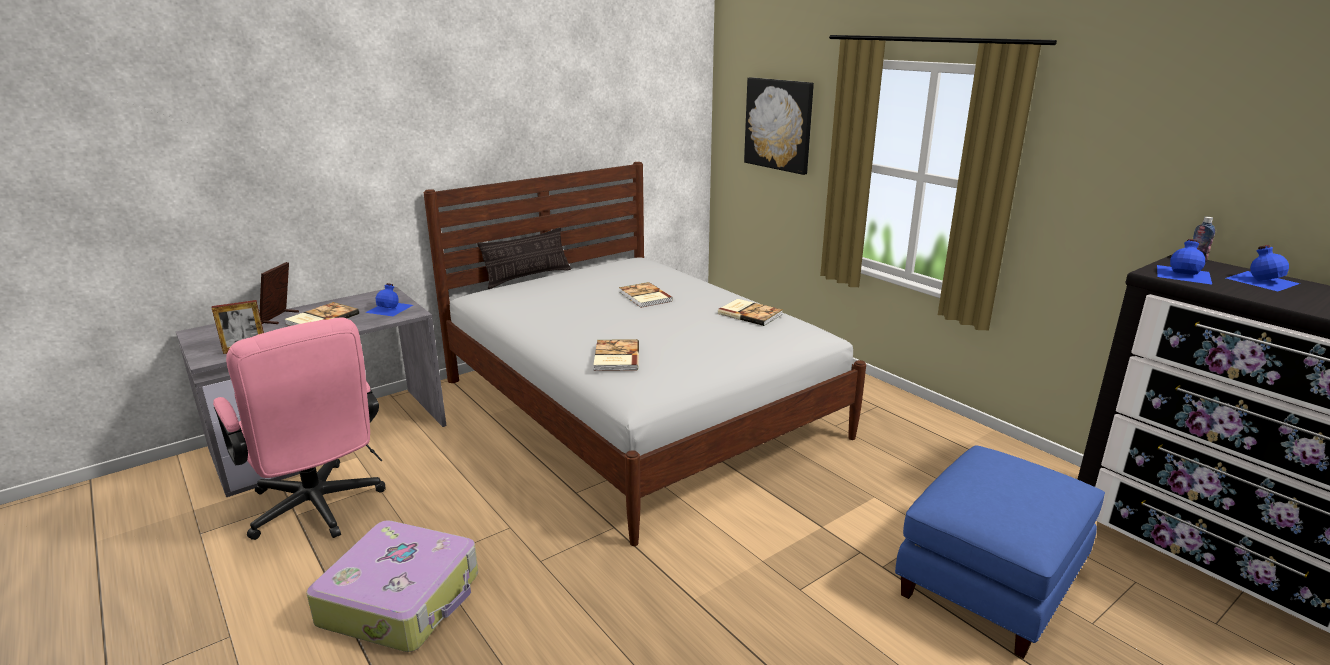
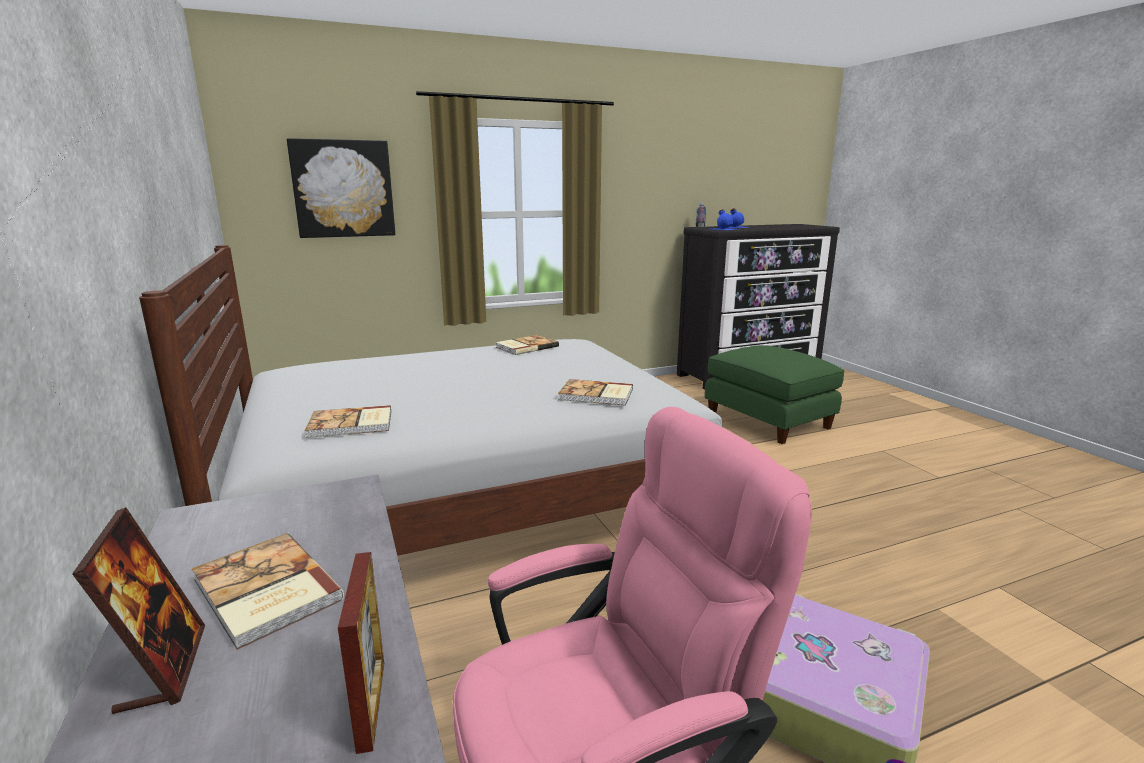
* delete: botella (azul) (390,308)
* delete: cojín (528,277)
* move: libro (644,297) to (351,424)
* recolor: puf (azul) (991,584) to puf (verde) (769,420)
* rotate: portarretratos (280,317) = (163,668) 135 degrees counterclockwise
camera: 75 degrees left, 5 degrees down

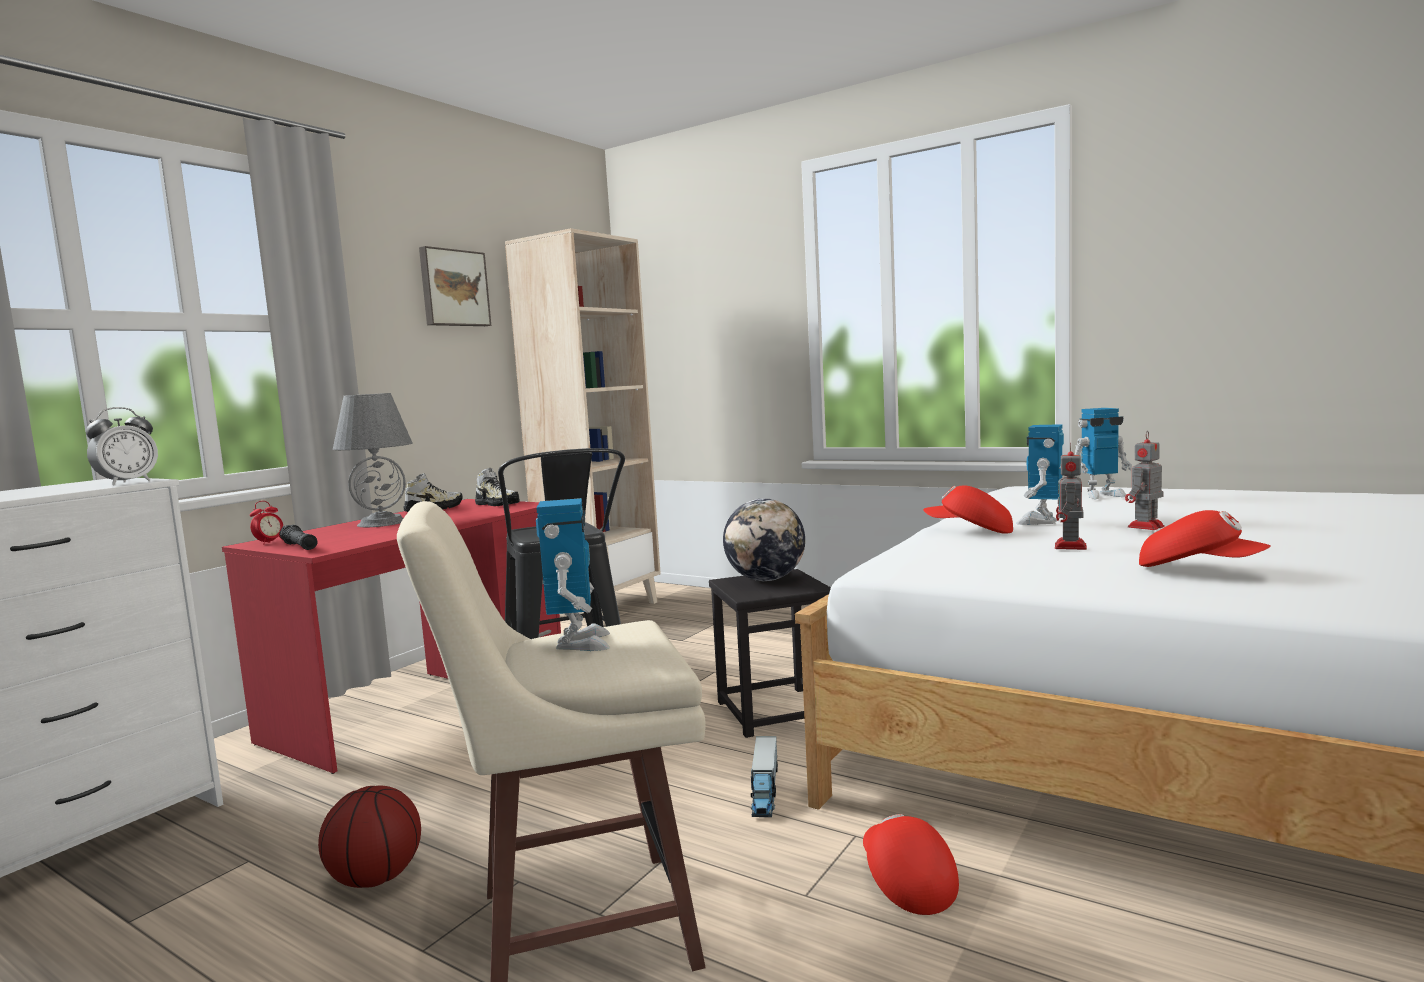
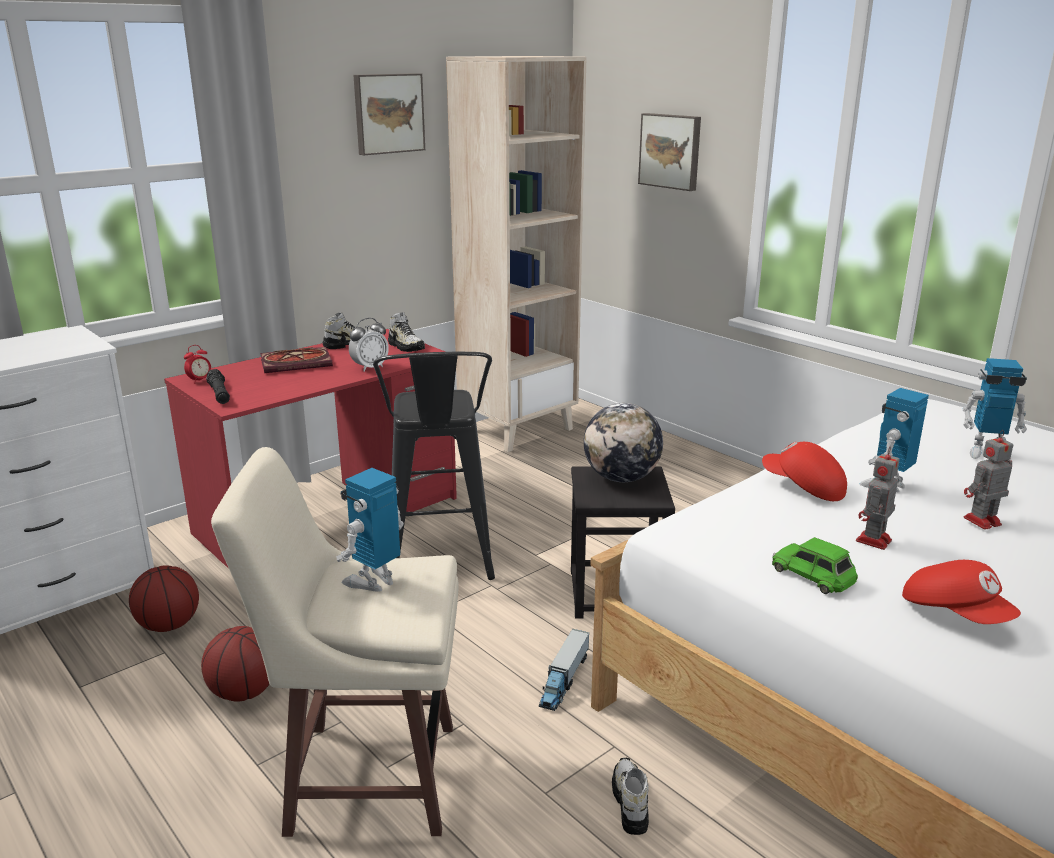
* insert: balón de baloncesto (169,625)
* insert: cuadro (671,151)
* insert: coche de juguete (verde) (814,575)
* move: despertador (127,482) to (370,367)
* replace: lámpara de mesa (gris) (382,522) to libro (298,363)
* replace: gorra (rojo) (906,882) to zapato (630,803)
* rotate: robot de juguete (579,643) = (374,581) 150 degrees counterclockwise
camera: 15 degrees right, 15 degrees up

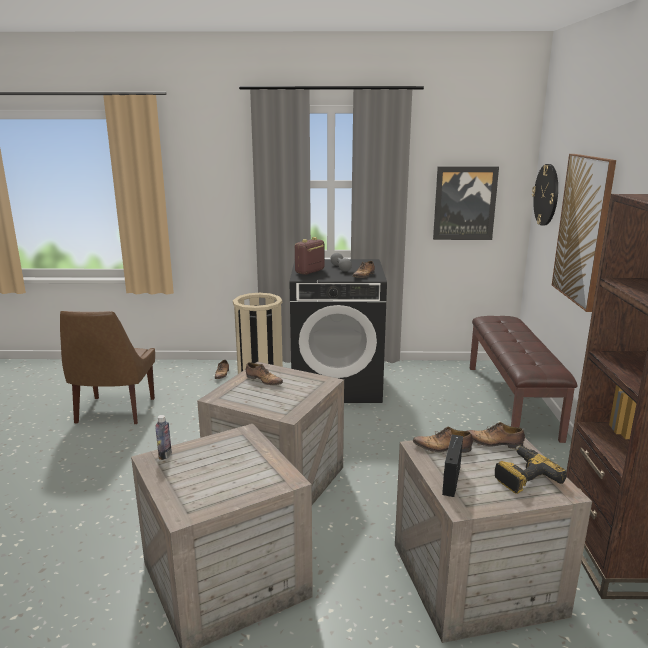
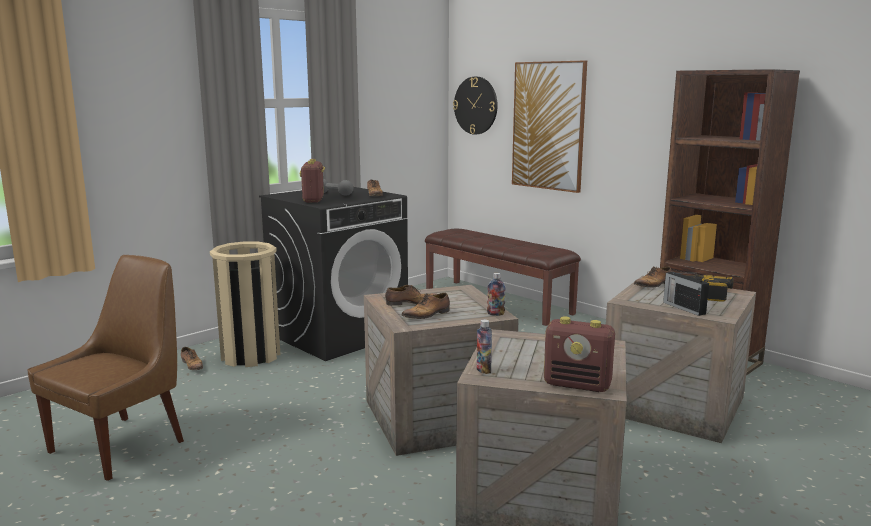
* delete: cuadro (464,203)
* insert: botella (495,314)
* insert: radio (578,385)
* move: zapato (443,448) to (427,315)
* rotate: silla (marrón) (114,412) = (122,445) 105 degrees counterclockwise
camera: 45 degrees left, 5 degrees down

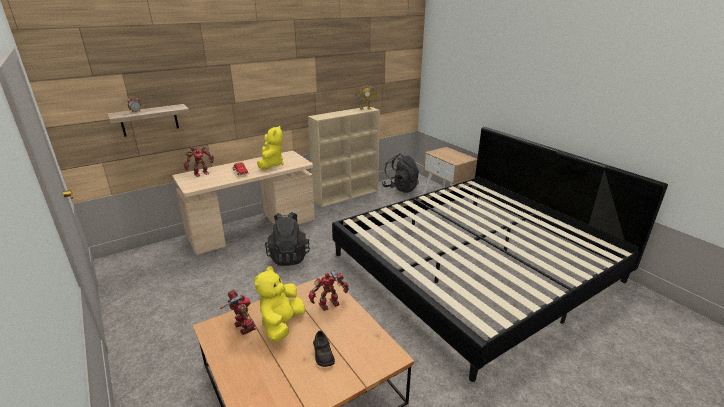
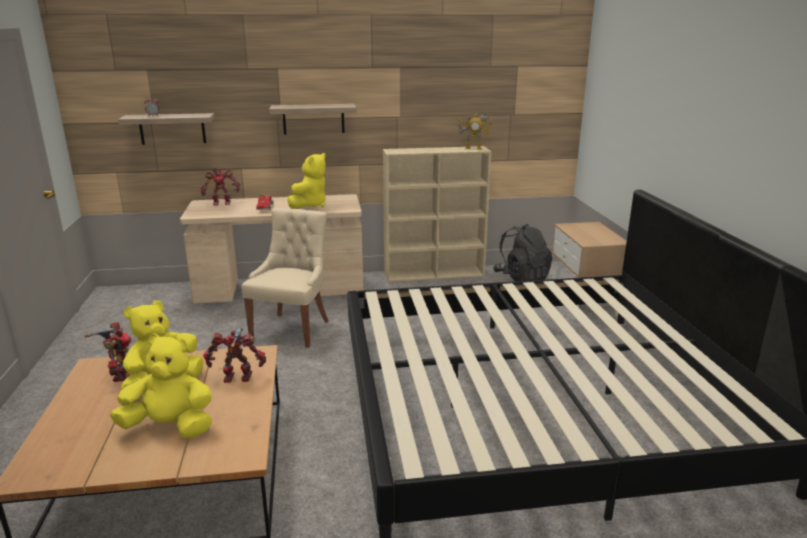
* insert: estante (313,119)
* replace: mochila (negro) (289,256) to silla (beis) (292,329)
* replace: zapato (negro) (323,354) to peluche (amarillo) (170,427)
camera: 25 degrees right, 5 degrees down

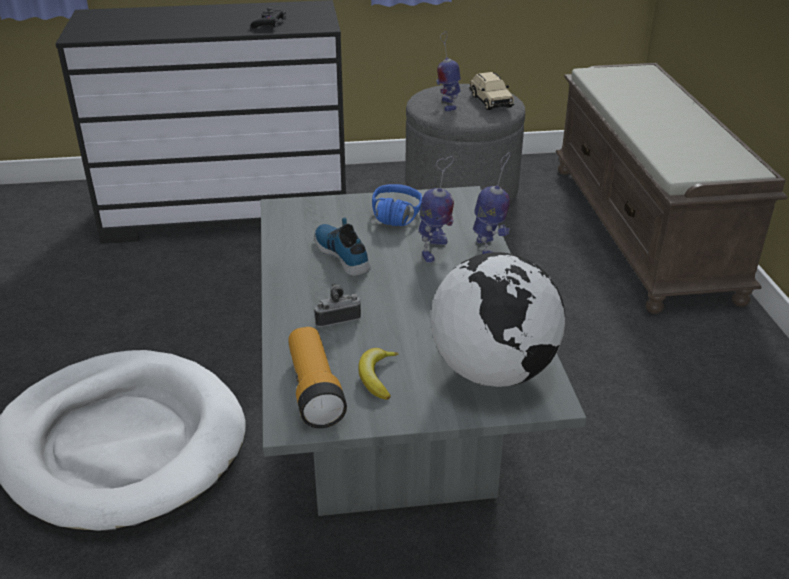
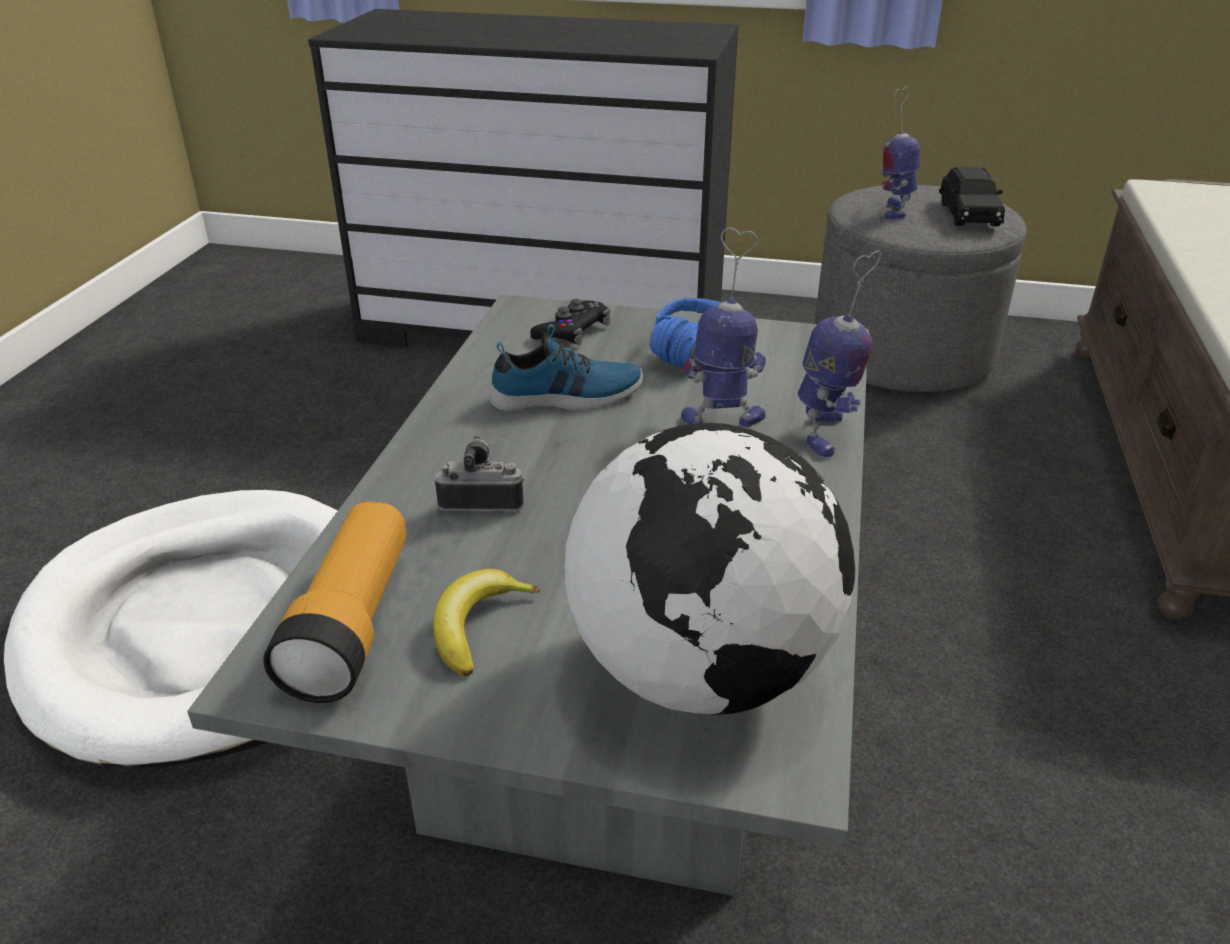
* move: mando de consola (negro) (269,24) to (572,331)
* recolor: coche de juguete (beis) (491,101) to coche de juguete (negro) (968,214)
* rotate: zapato (343,254) = (567,397) 90 degrees clockwise
* rotate: robot de juguete (434,251) = (724,420) 135 degrees counterclockwise
camera: 20 degrees right, 0 degrees up

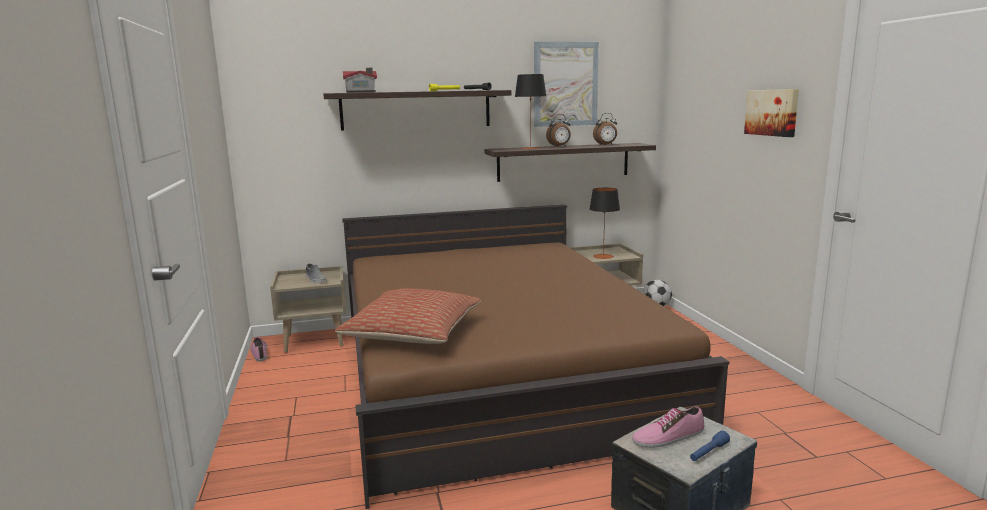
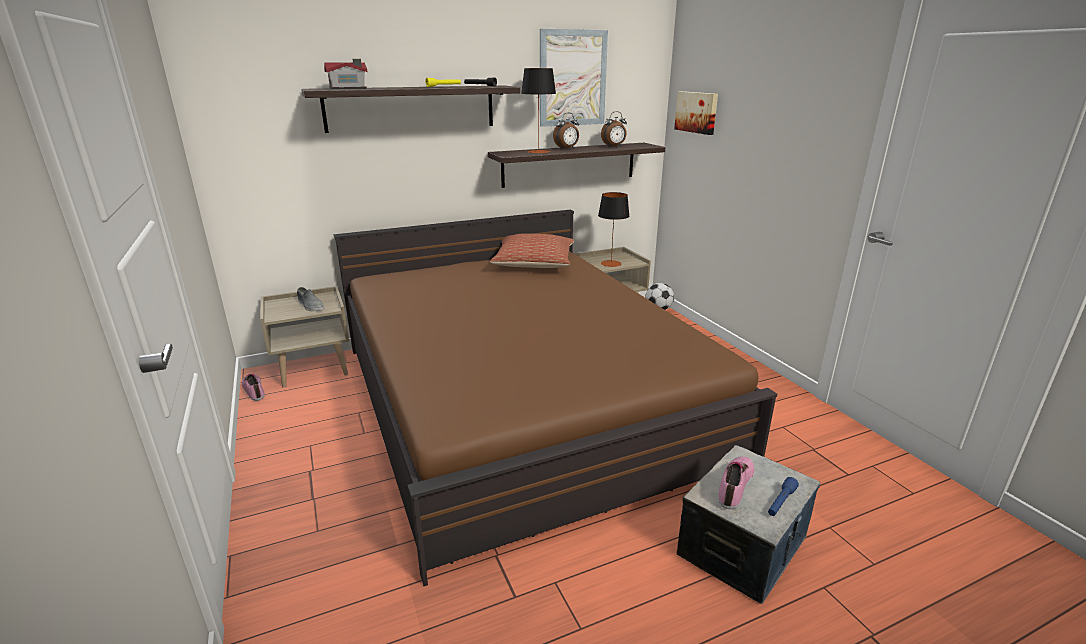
* move: cojín (412,333) to (533,263)
* move: cuadro (772,112) to (697,112)
* rotate: zapato (668,437) = (736,485) 150 degrees clockwise
camera: 10 degrees left, 10 degrees up

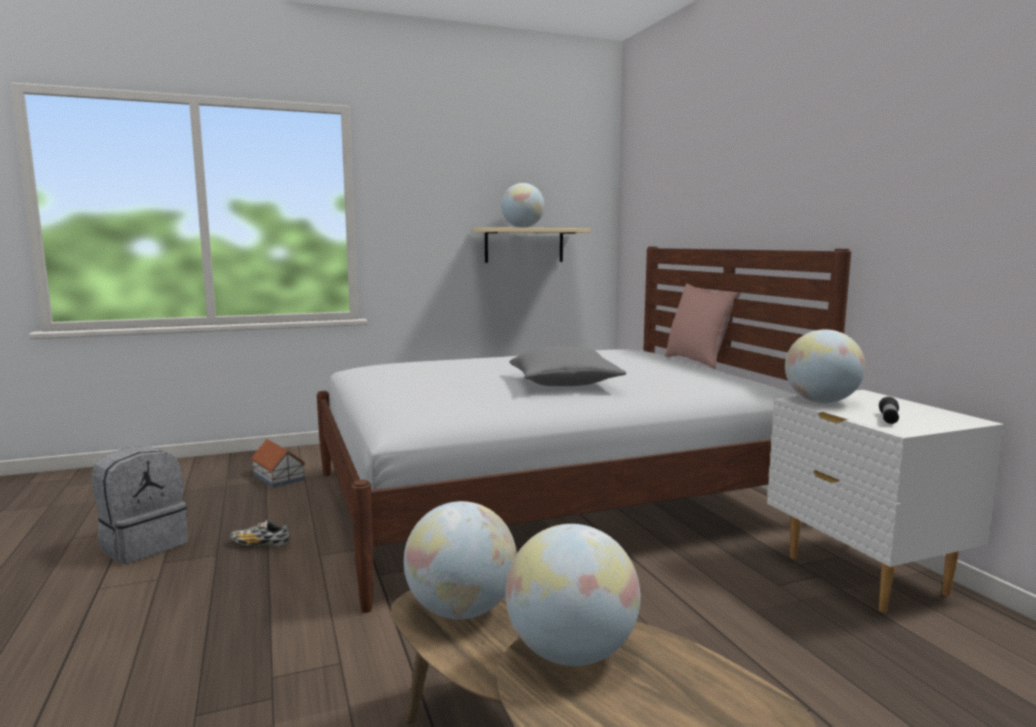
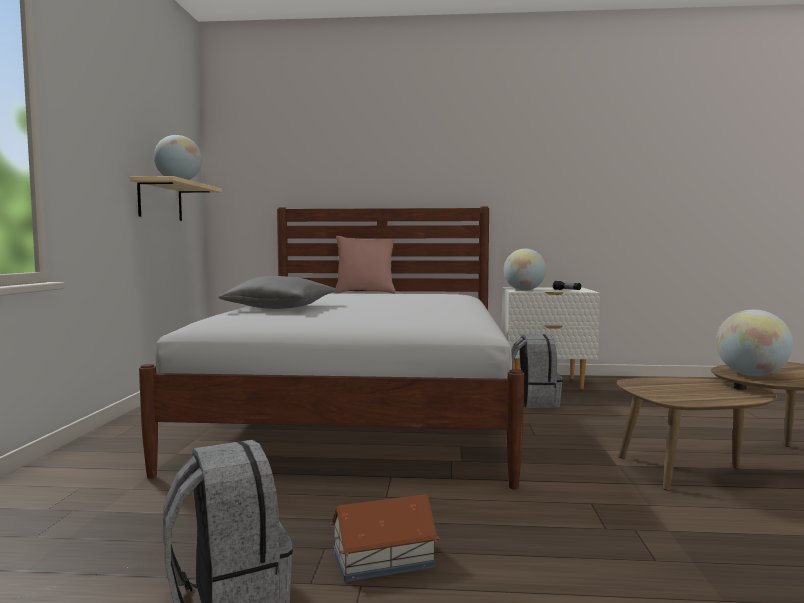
* delete: zapato (260,545)
* delete: globo terráqueo (461,611)
* insert: mochila (gris) (533,402)
* move: casita (279,476) to (382,558)
* move: cojín (gris) (564,383) to (281,308)
camera: 65 degrees left, 5 degrees down

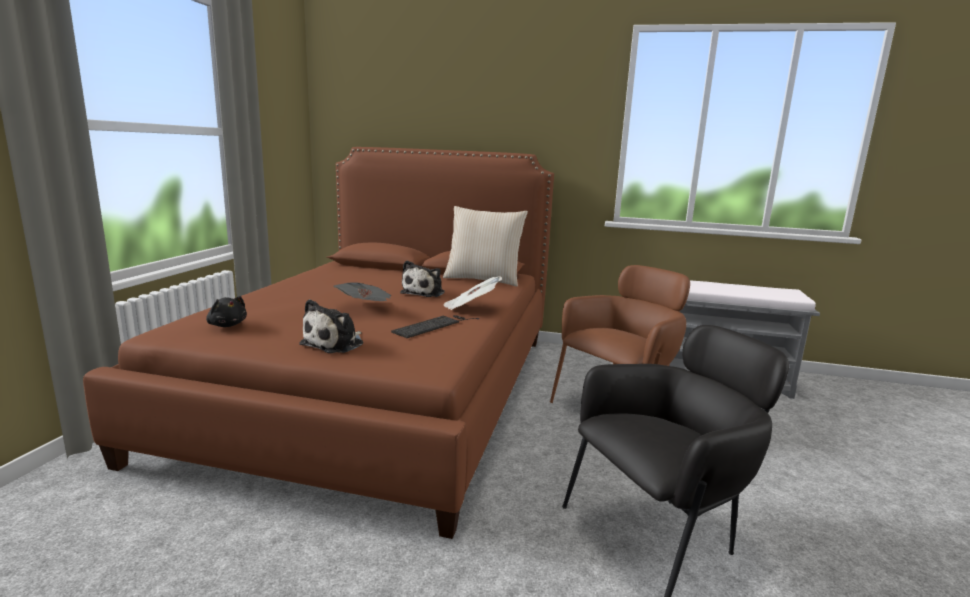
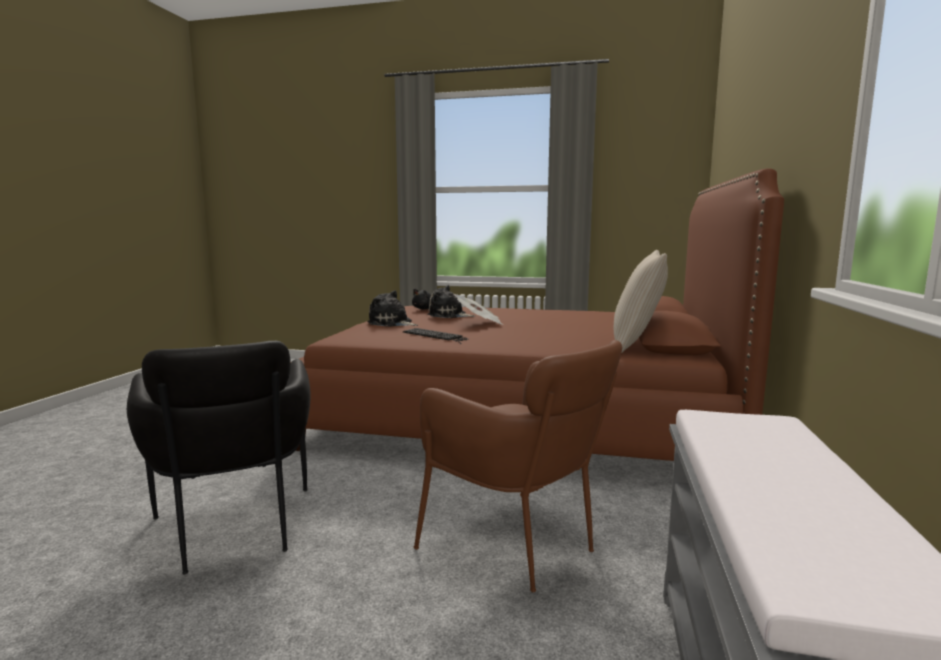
* delete: periódico (470,308)
* move: peluche (424,292) to (449,315)
camera: 90 degrees right, 5 degrees down

